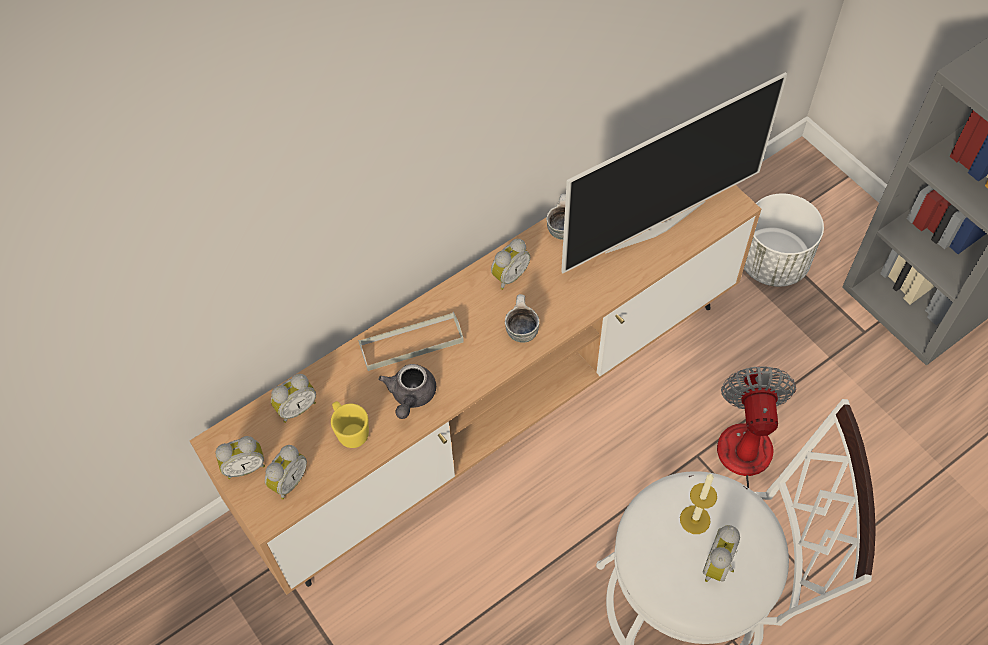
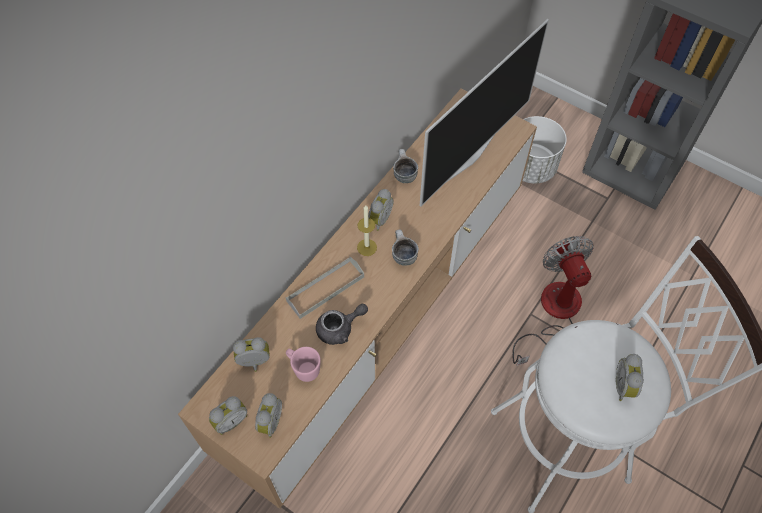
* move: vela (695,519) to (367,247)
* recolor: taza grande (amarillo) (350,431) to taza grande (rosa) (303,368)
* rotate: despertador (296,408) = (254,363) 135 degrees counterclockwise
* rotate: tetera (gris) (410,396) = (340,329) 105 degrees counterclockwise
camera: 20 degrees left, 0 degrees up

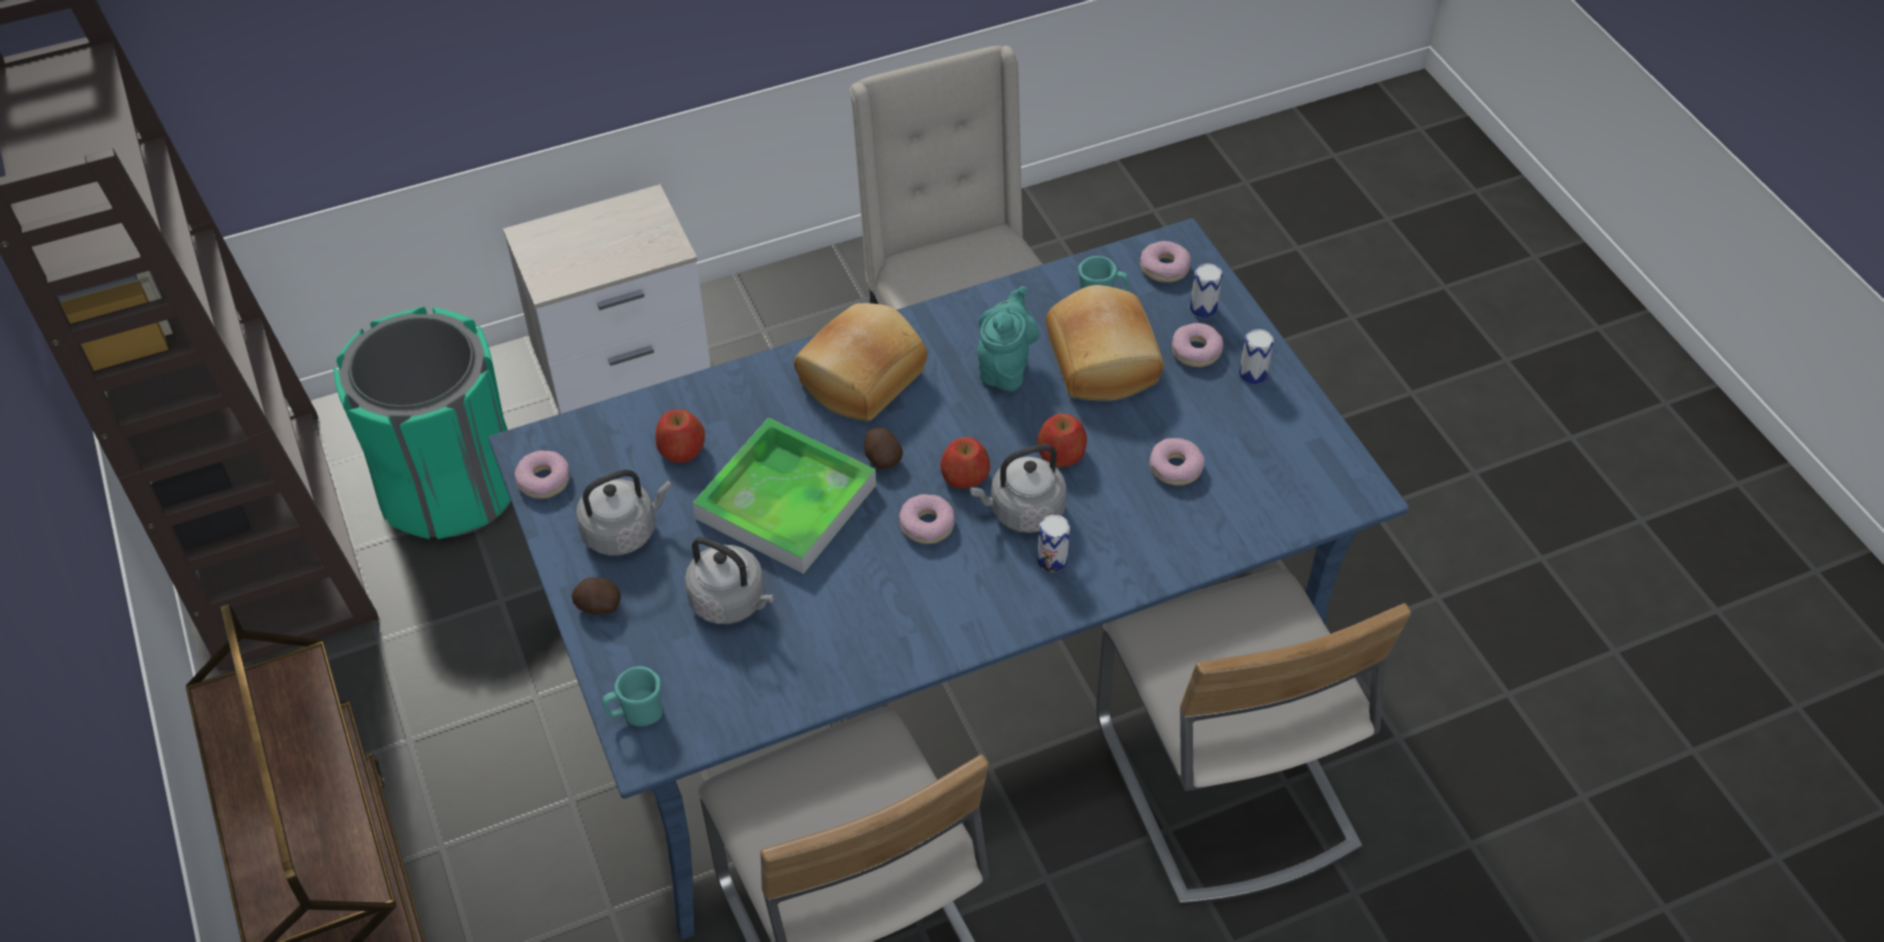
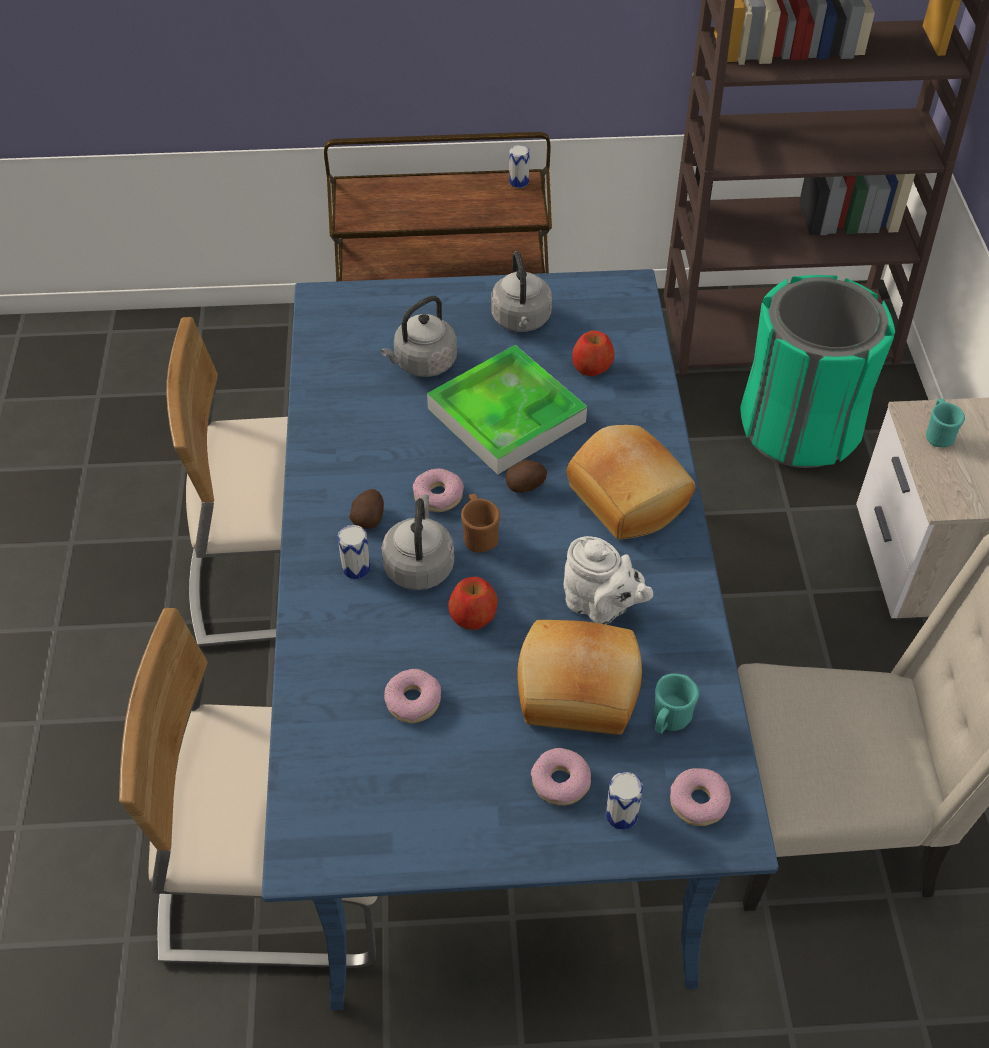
* delete: rosquilla (543,480)
* move: patata (598,606) to (369,518)
* move: taza grande (turquesa) (636,714) to (937,434)
* move: lata (1253,374) to (519,182)
* replace: manzana (964,476) to taza grande (marrón) (479,536)
* recolor: tetera (turquesa) (1005,367) to tetera (blanco) (601,606)
camera: 110 degrees right, 0 degrees up

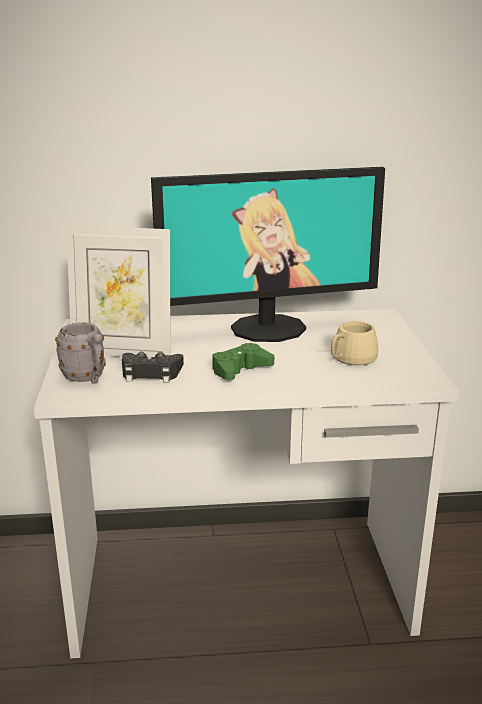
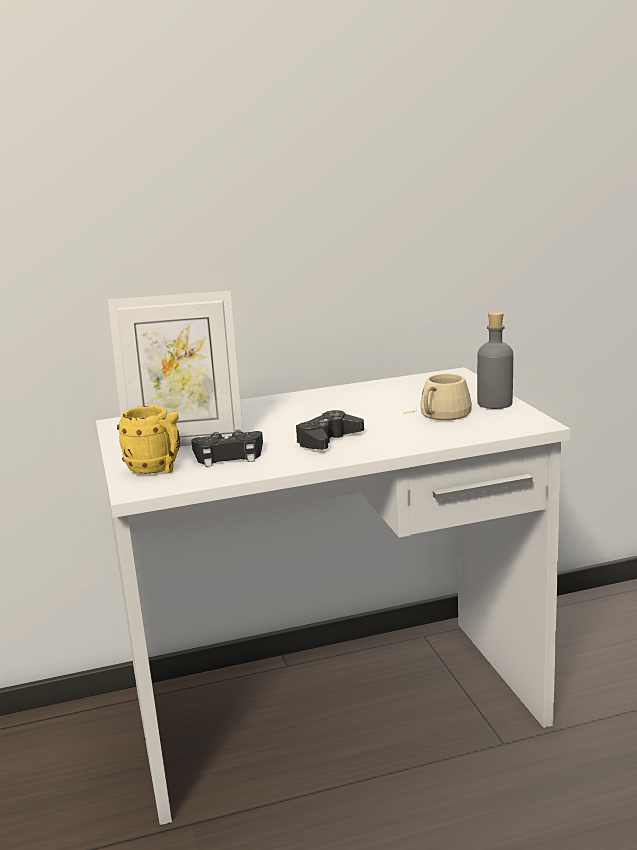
* delete: monitor (268,327)
* insert: botella (gris) (495,403)
* recolor: taza grande (gris) (87,378) to taza grande (amarillo) (158,469)
* recolor: mando de consola (verde) (240,369) to mando de consola (negro) (328,439)
camera: 10 degrees left, 5 degrees down

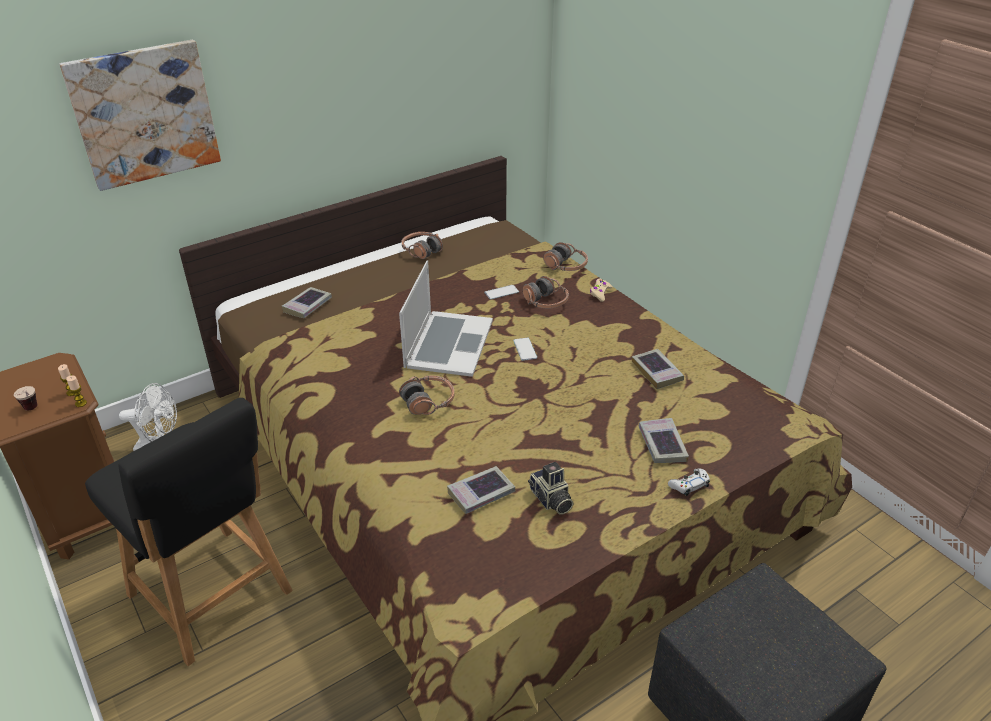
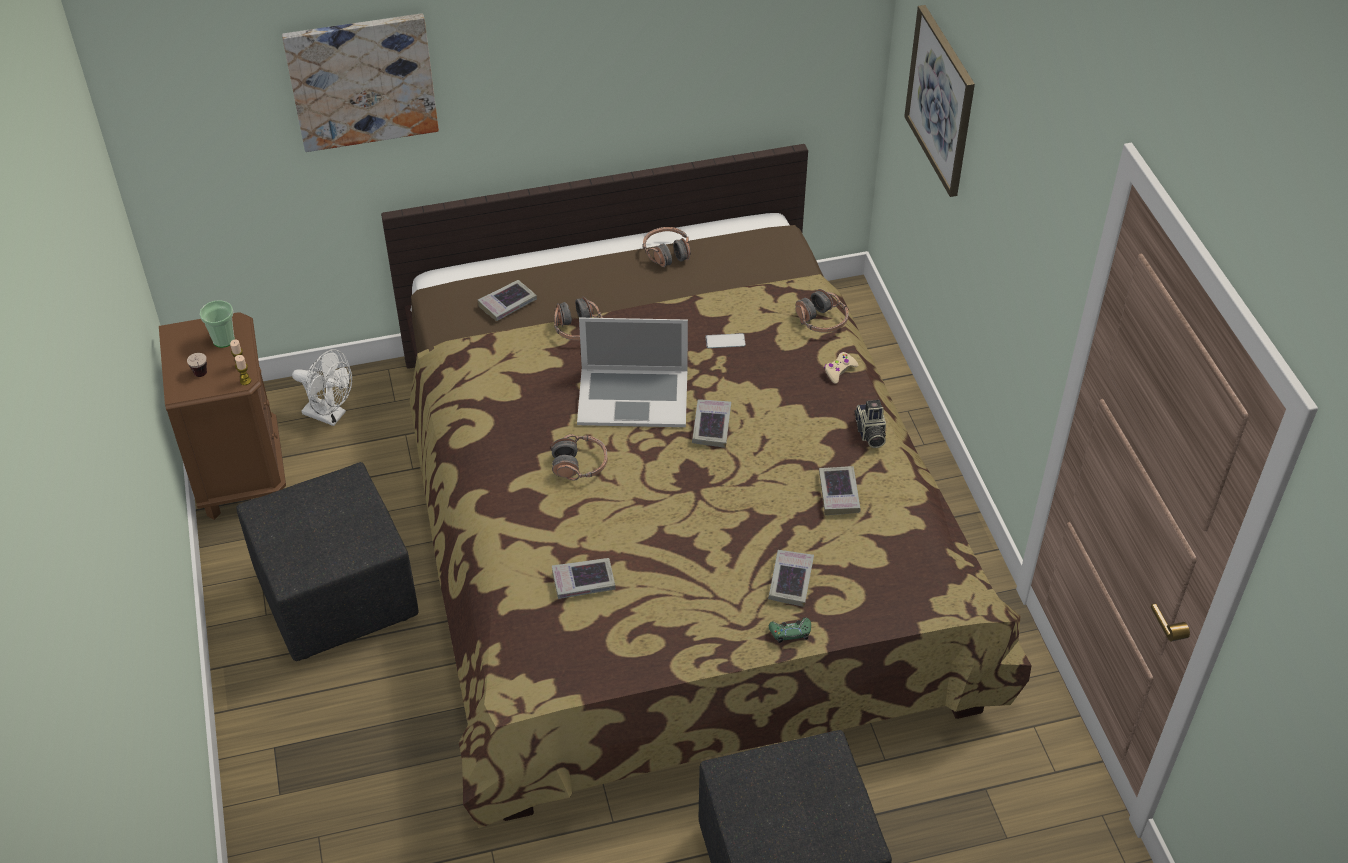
* insert: taza (223,340)
* insert: cuadro (941,100)
* move: auriculares (545,302) to (578,328)
* move: cámara (550,500) to (869,433)
* replace: silla (negro) (214,598) to puf (negro) (336,600)
* replace: móvil (525,349) to libro (711,426)
* recolor: mando de consola (blanco) (689,485) to mando de consola (verde) (790,632)
* rotate: portátil (448,343) = (633,396) 60 degrees clockwise
camera: 20 degrees right, 10 degrees up

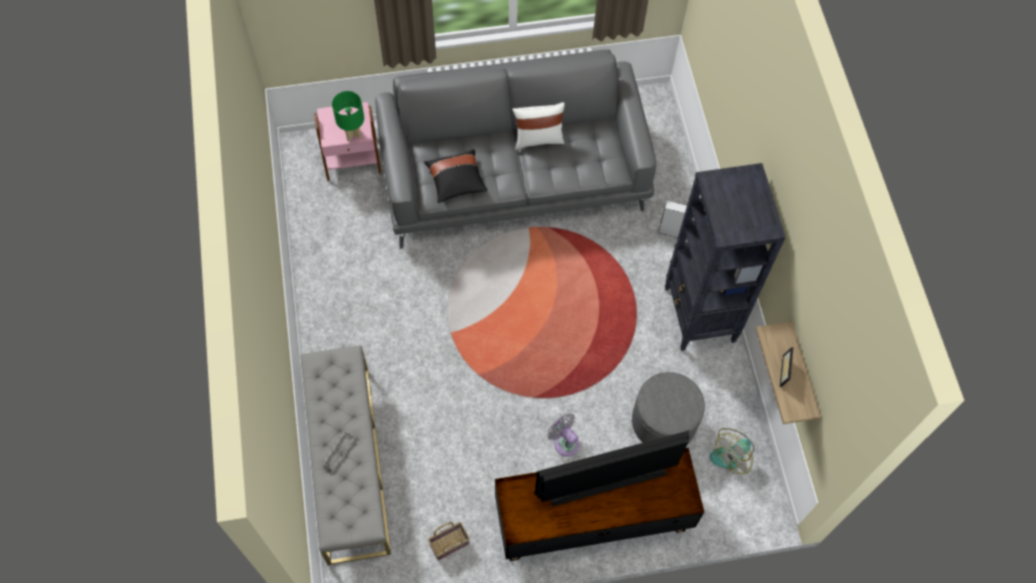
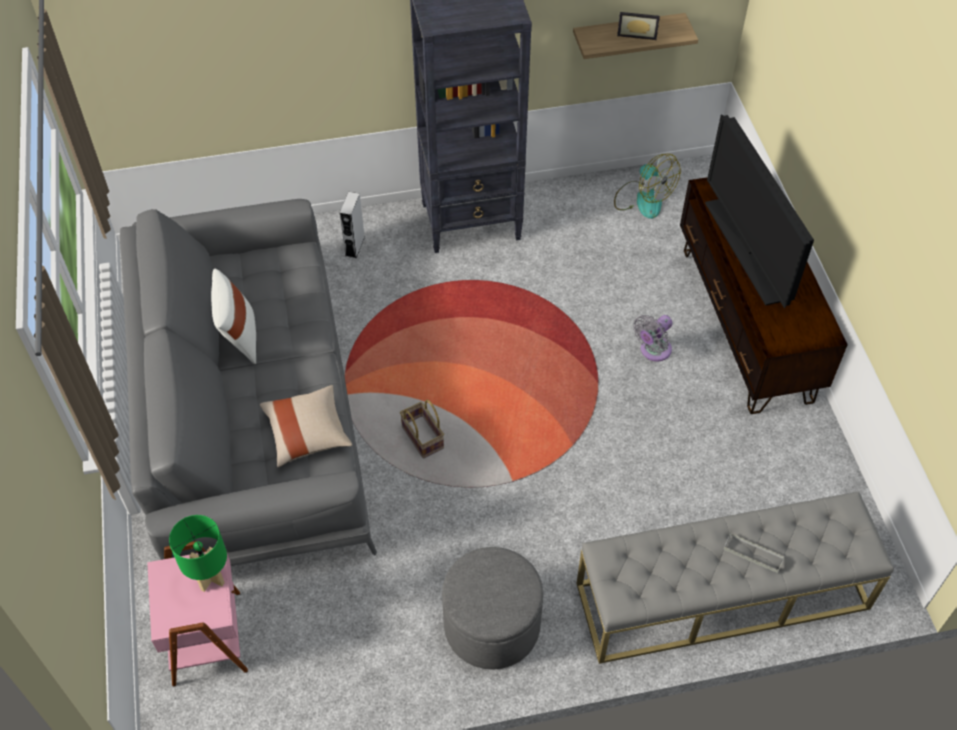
* move: cesta (450,543) to (421,437)
* move: puf (gris) (663,421) to (491,625)
* recolor: cojín (negro) (456,181) to cojín (beis) (307,433)
camera: 90 degrees left, 10 degrees down

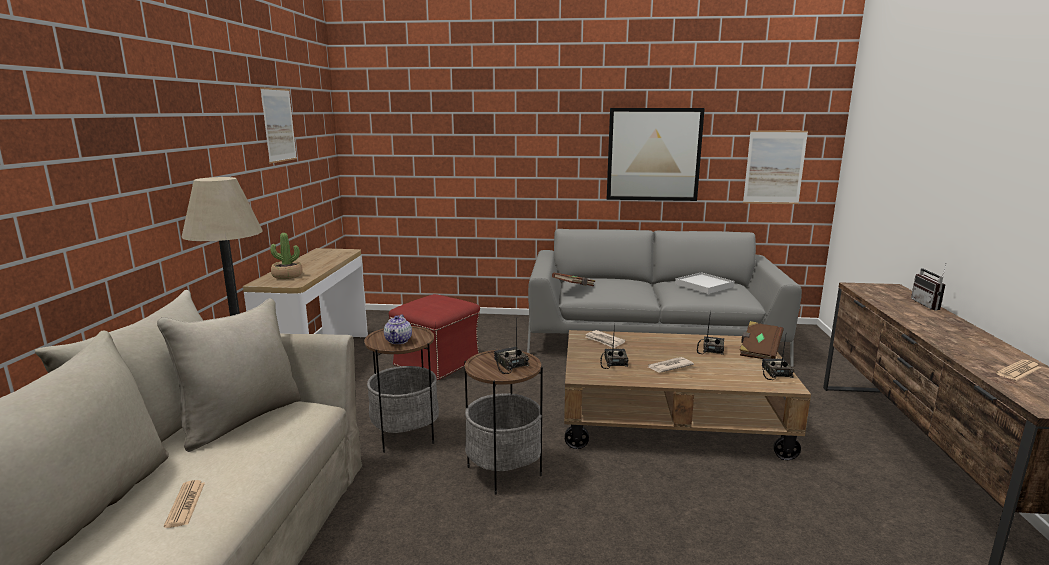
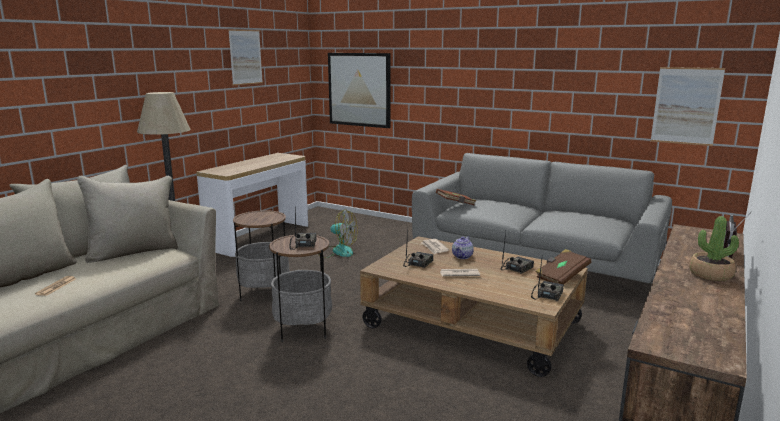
* delete: bandeja (blanco) (704,285)
* delete: periódico (1018,371)
* move: planta en maceta (287,276) to (710,274)
* move: tetera (398,341) to (462,256)
* move: cuadro (653,154) to (359,89)
* replace: puf (rojo) (437,362) to ventilador (337,251)
camera: 25 degrees right, 0 degrees up

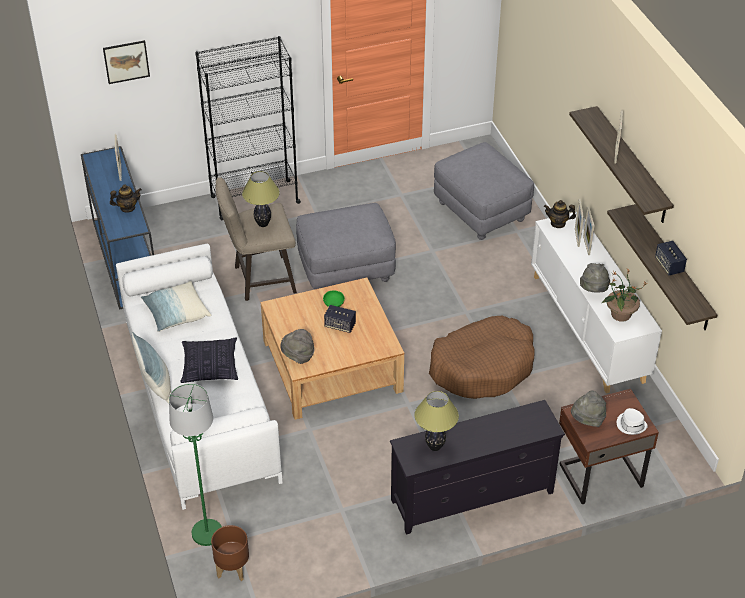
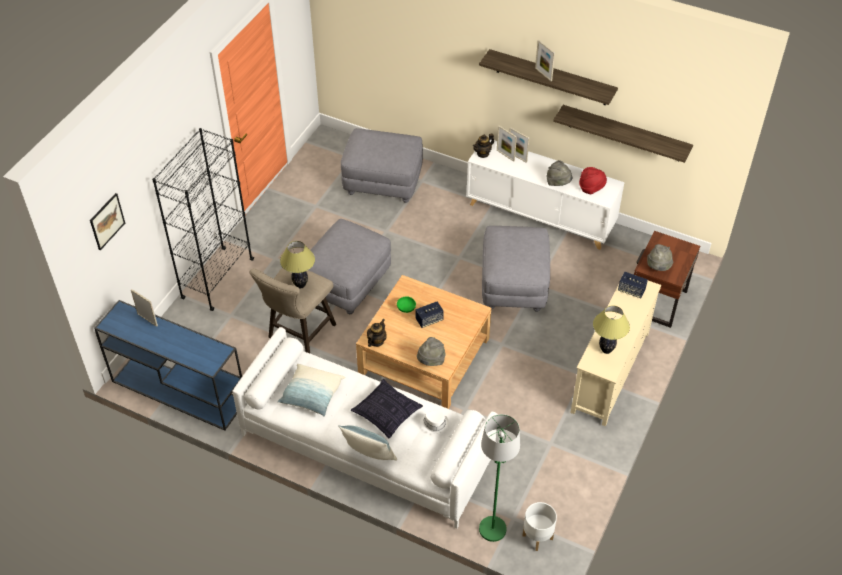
* move: tetera (127,208) to (376,341)
* move: sombrero (blanco) (631,425) to (434,423)
* move: altavoz (669,265) to (631,290)
* replace: cama para perro (marrón) (482,367) to puf (gris) (514,286)
* replace: planta en maceta (620,314) to sombrero (rojo) (591,188)
* recolor: maceta (marrón) (232,568) to maceta (blanco) (537,537)
* recolor: mueble de televisión (negro) (472,497) to mueble de televisión (beis) (610,372)
camera: 45 degrees left, 5 degrees up

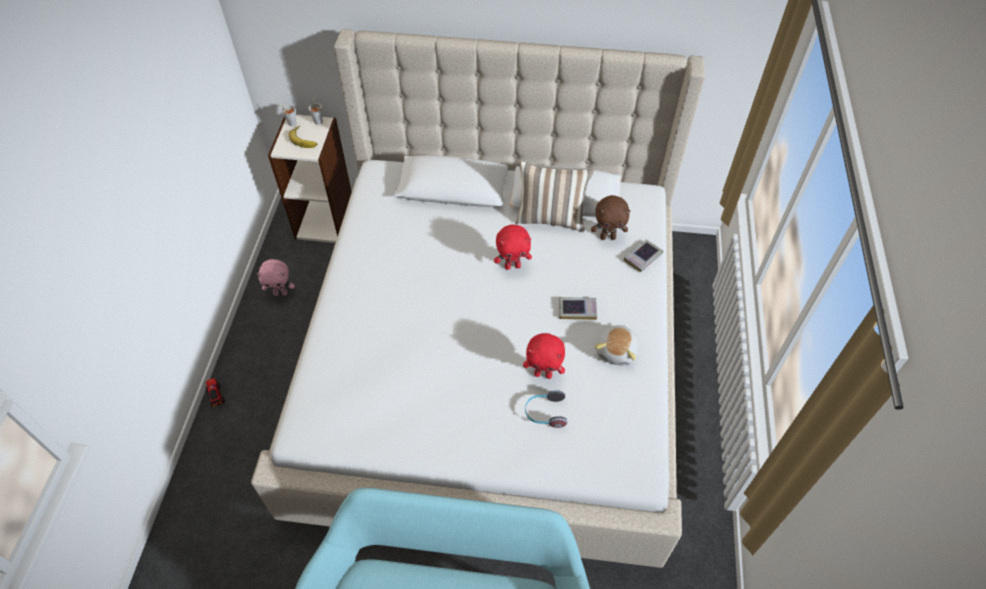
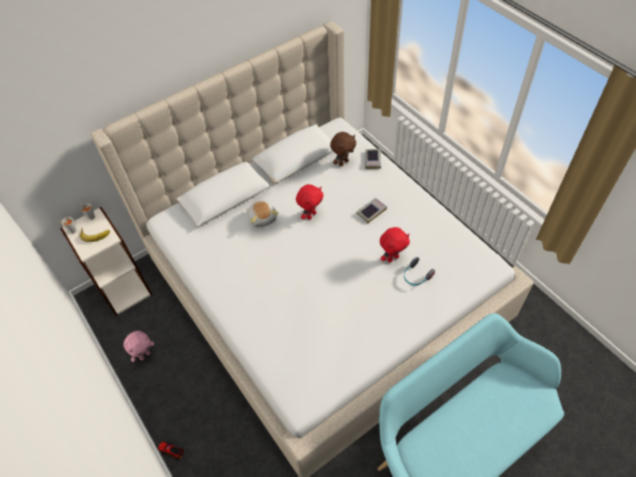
* delete: cojín (551,218)
* move: peluche (617,351) to (263,218)
camera: 40 degrees left, 0 degrees up

